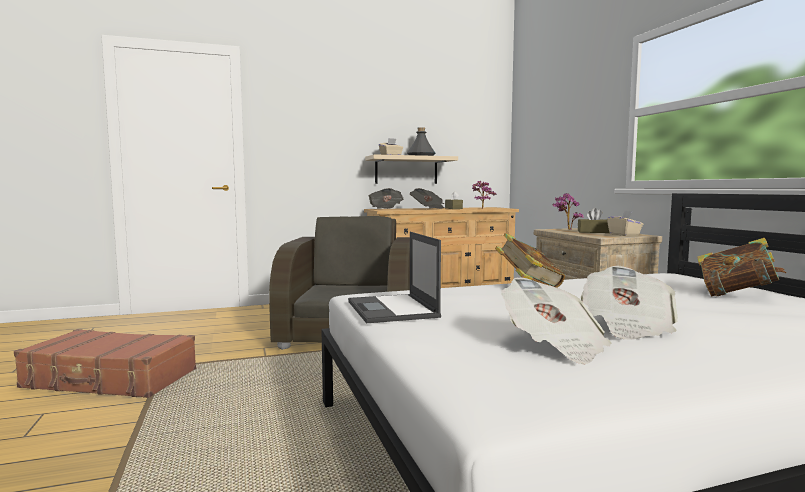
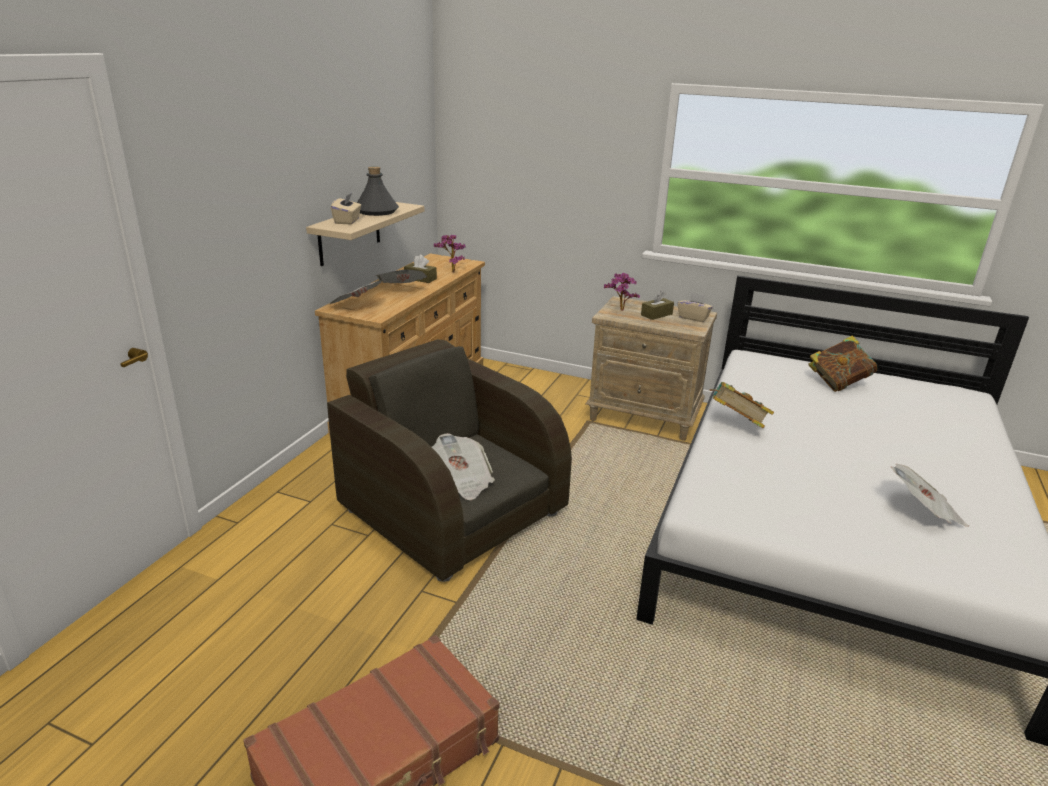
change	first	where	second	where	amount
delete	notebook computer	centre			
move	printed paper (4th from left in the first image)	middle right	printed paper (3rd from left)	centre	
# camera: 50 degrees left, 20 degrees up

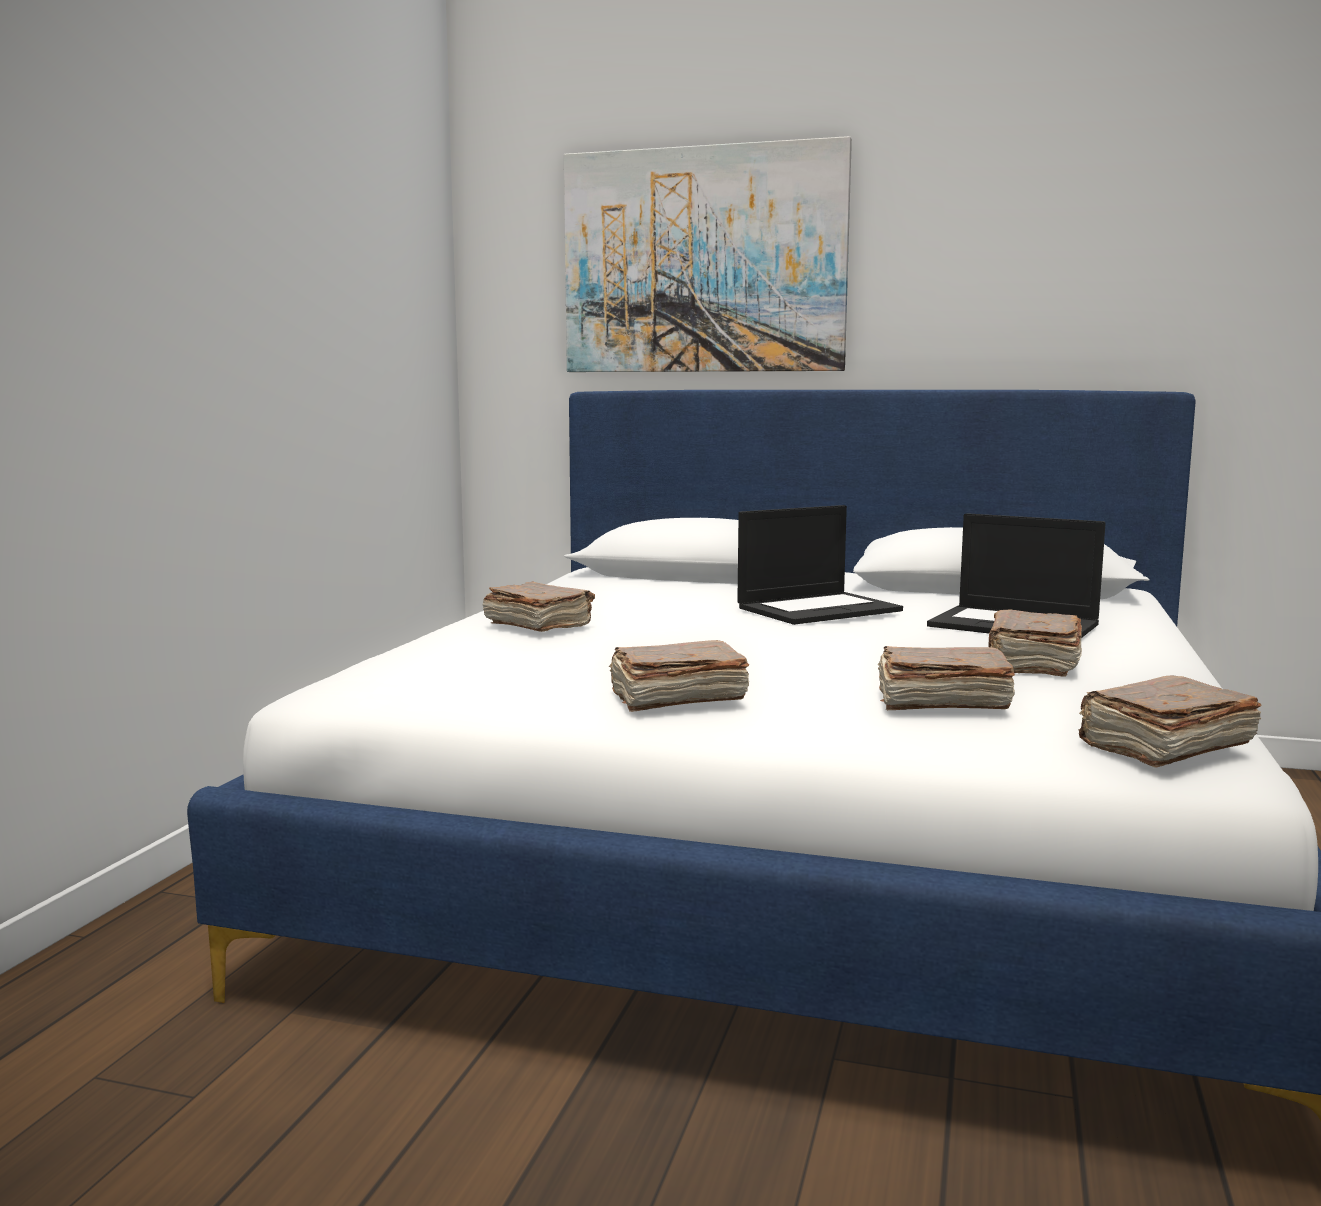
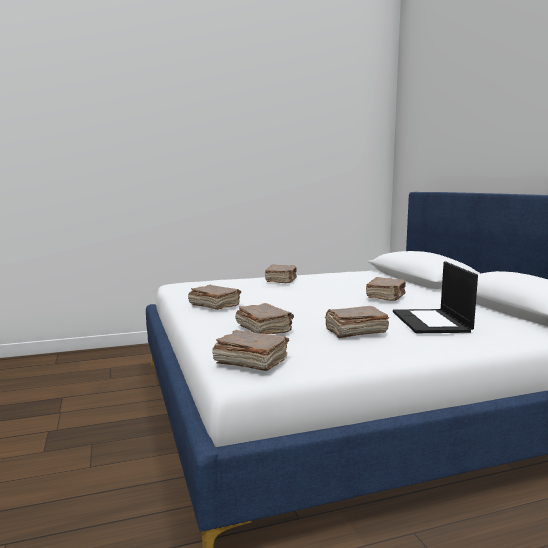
change	first	where	second	where	amount
delete	wall picture	top centre			
replace	notebook computer (1st from left)	centre	brown volume (6th from left)	middle right	
# camera: 55 degrees right, 0 degrees up

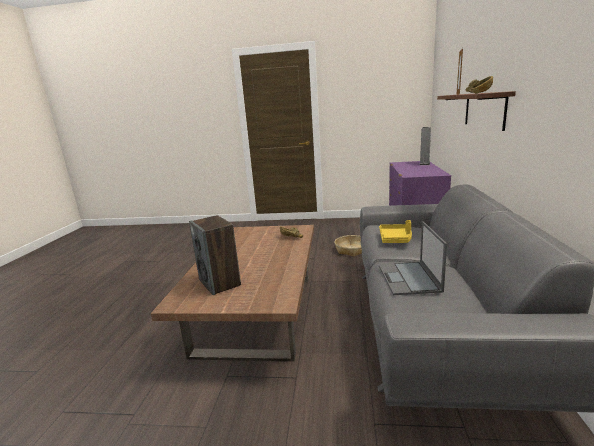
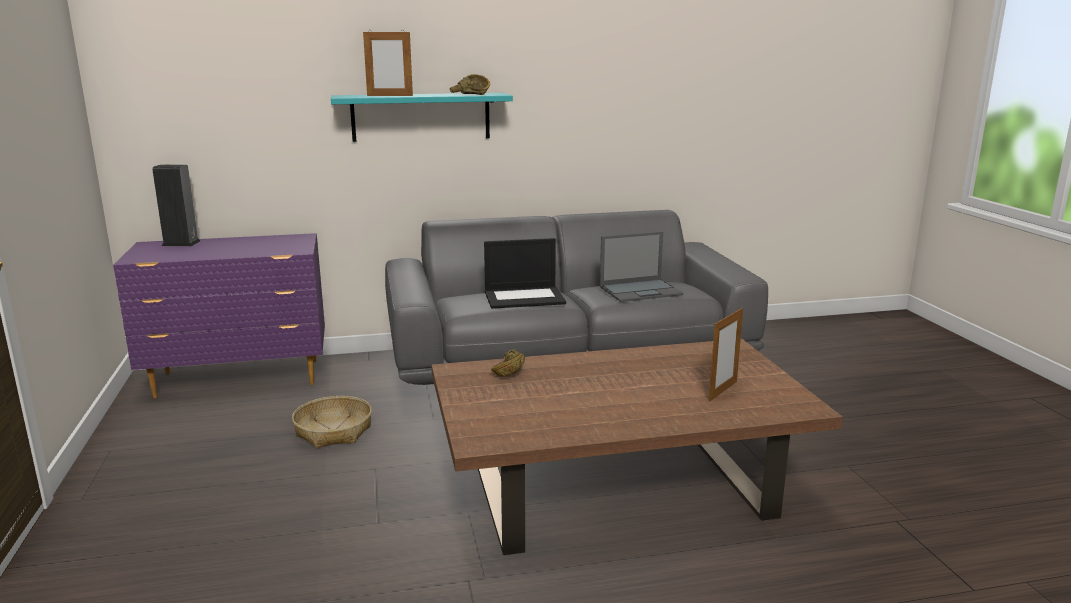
change	first	where	second	where	amount
replace	loudspeaker (1st from left)	centre	photo frame (2nd from left)	middle right	
replace	yellowish carrying tray	centre	notebook computer (1st from left)	centre	
recolor	brown shelf	top right	turquoise-coloured shelf	top centre	
# camera: 110 degrees left, 0 degrees up

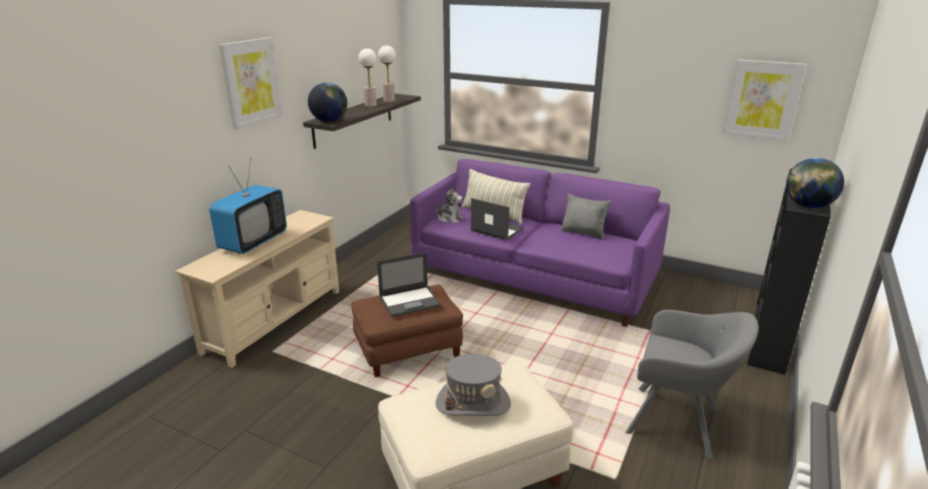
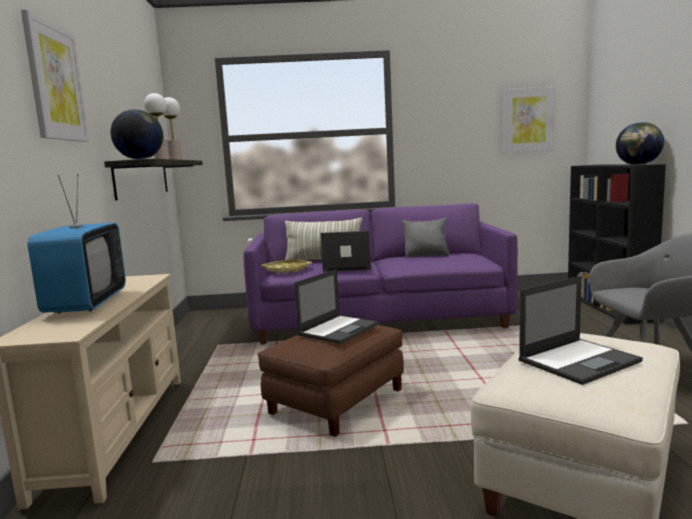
change	first	where	second	where	amount
replace	plush toy	centre	yellowish carrying tray	centre	
replace	grey wearable hat	bottom centre	notebook computer (3rd from left)	middle right	
# camera: 30 degrees left, 15 degrees down

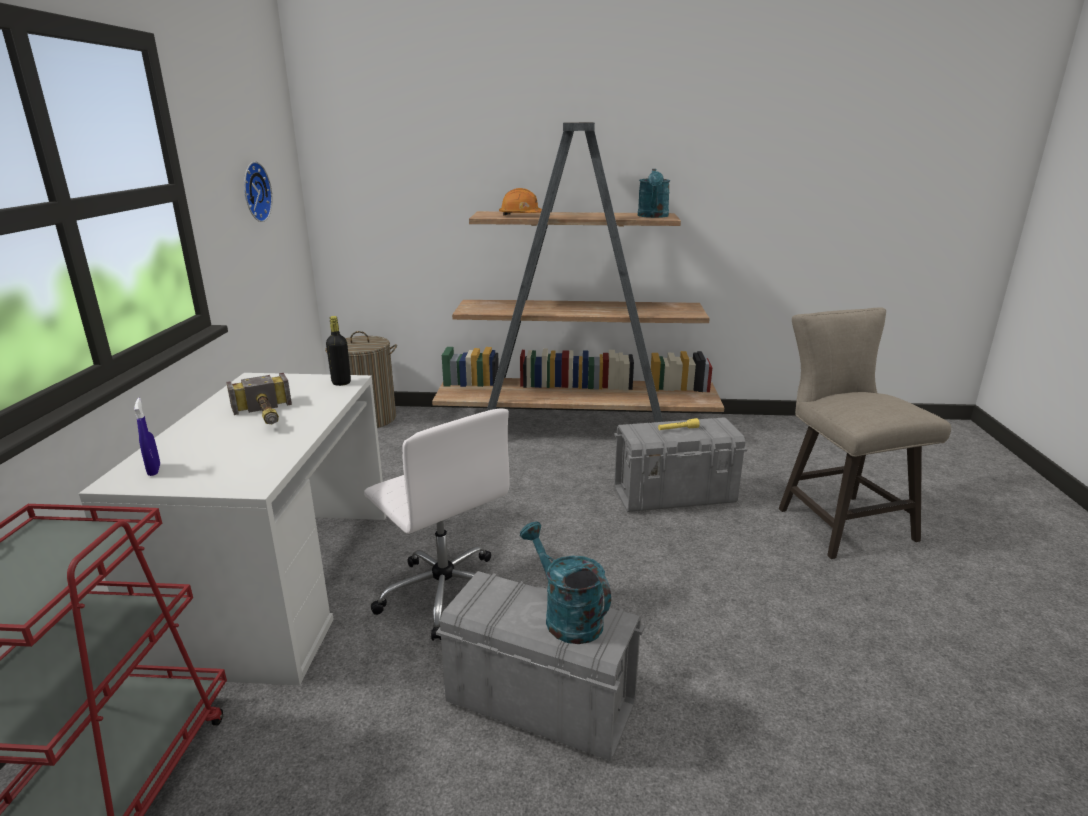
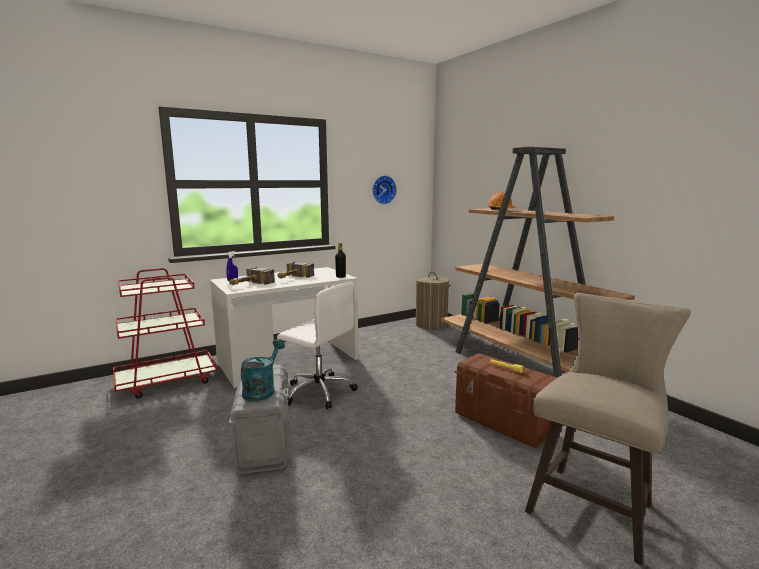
change	first	where	second	where	amount
delete	turquoise-coloured sprinkling can (2nd from left)	top centre			
insert			hammer (1st from left)	middle left	
recolor	grey storage bin (2nd from left)	centre	brown storage bin	bottom right	
rotate	white-coloured office chair	centre		centre	75 degrees counterclockwise
# camera: 55 degrees right, 10 degrees down

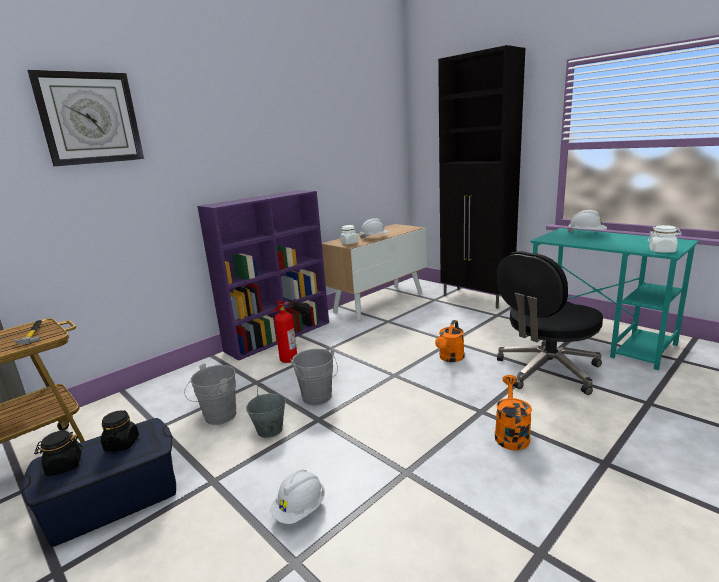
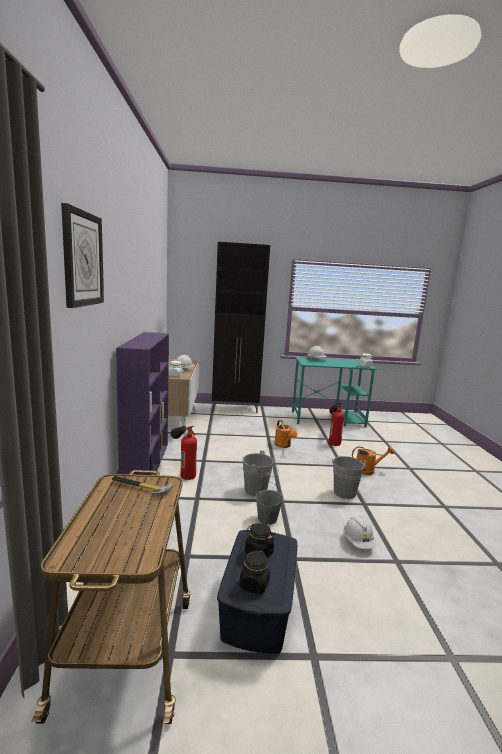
change	first	where	second	where	amount
move	grey water bucket (1st from left in the first image)	bottom left	grey water bucket (3rd from left)	middle right	
replace	black-coloured office chair	middle right	fire-fighting cylinder (2nd from left)	middle right	
rotate	orange-coloured sprinkling can (2nd from left)	bottom right		middle right	120 degrees clockwise
# camera: 50 degrees left, 5 degrees down

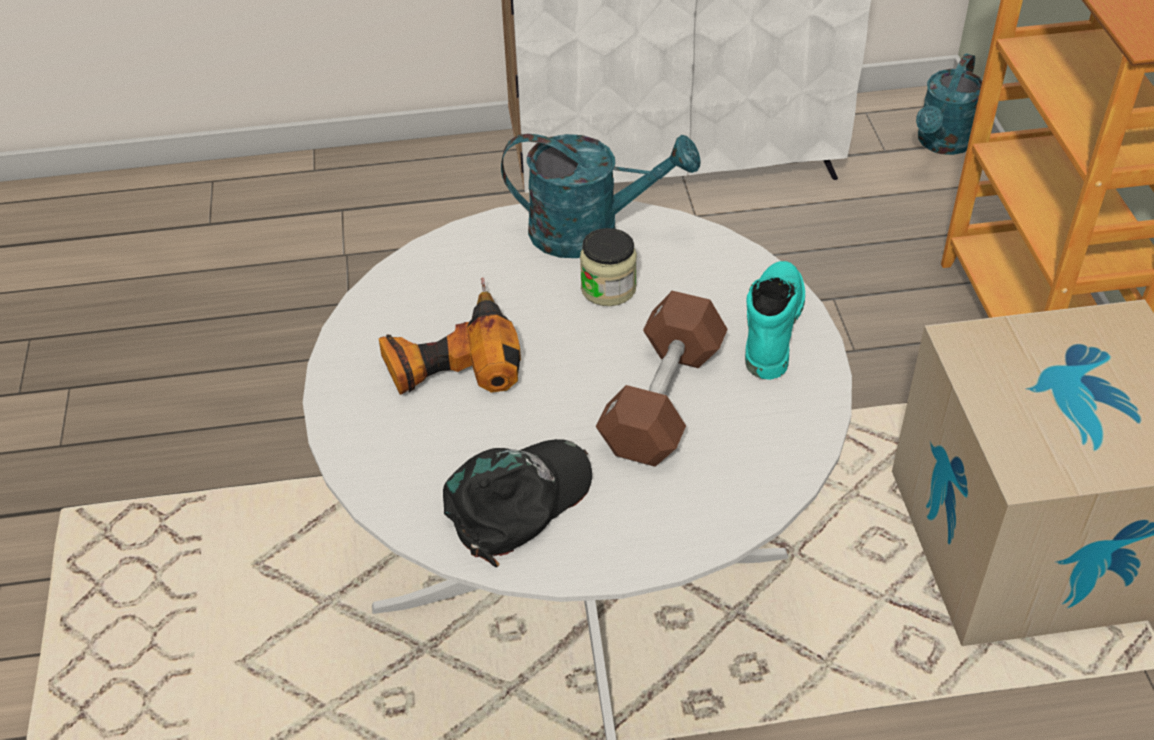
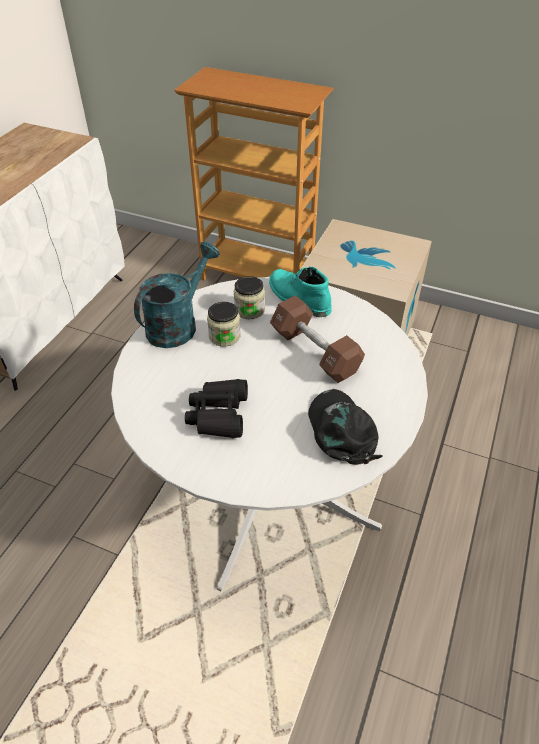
change	first	where	second	where	amount
delete	turquoise-coloured sprinkling can (2nd from left)	top right			
insert			storage jar (2nd from left)	centre	
replace	electric drill	centre	black-coloured binoculars	centre	
# camera: 60 degrees left, 0 degrees up

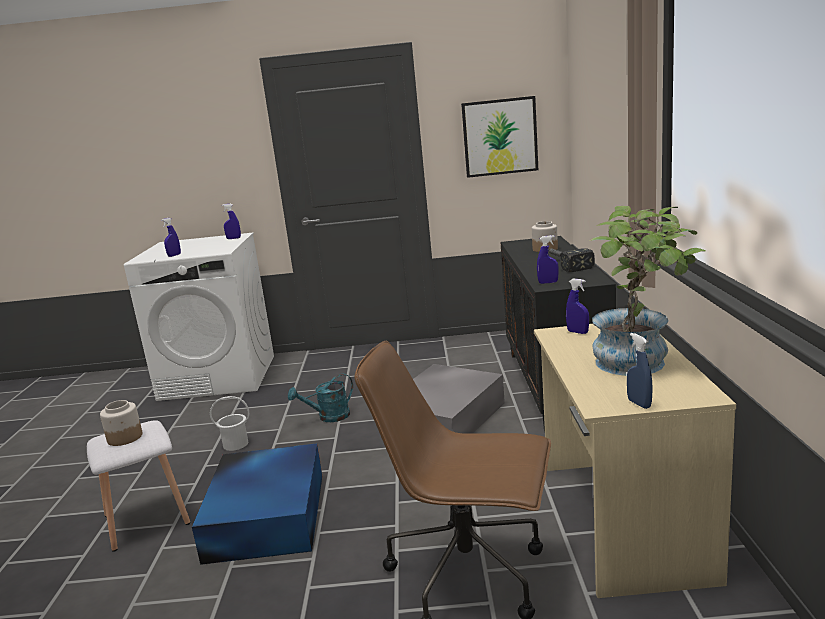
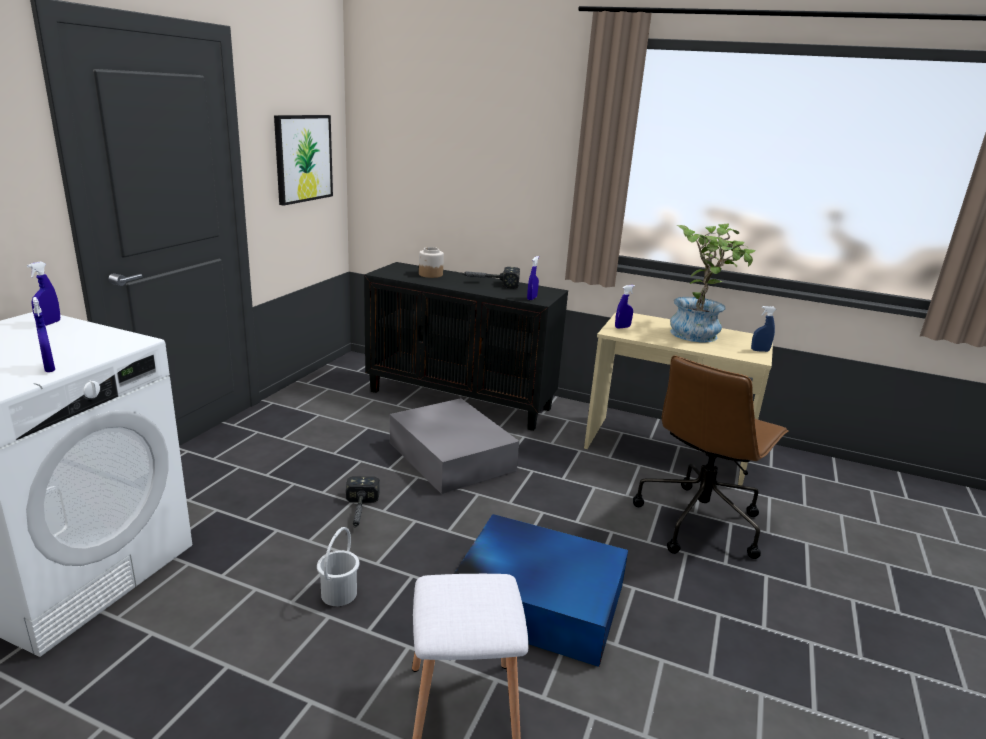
change	first	where	second	where	amount
delete	storage jar (1st from left)	bottom left			
replace	turquoise-coloured sprinkling can	centre	hammer (1st from left)	bottom centre	
# camera: 70 degrees left, 5 degrees up

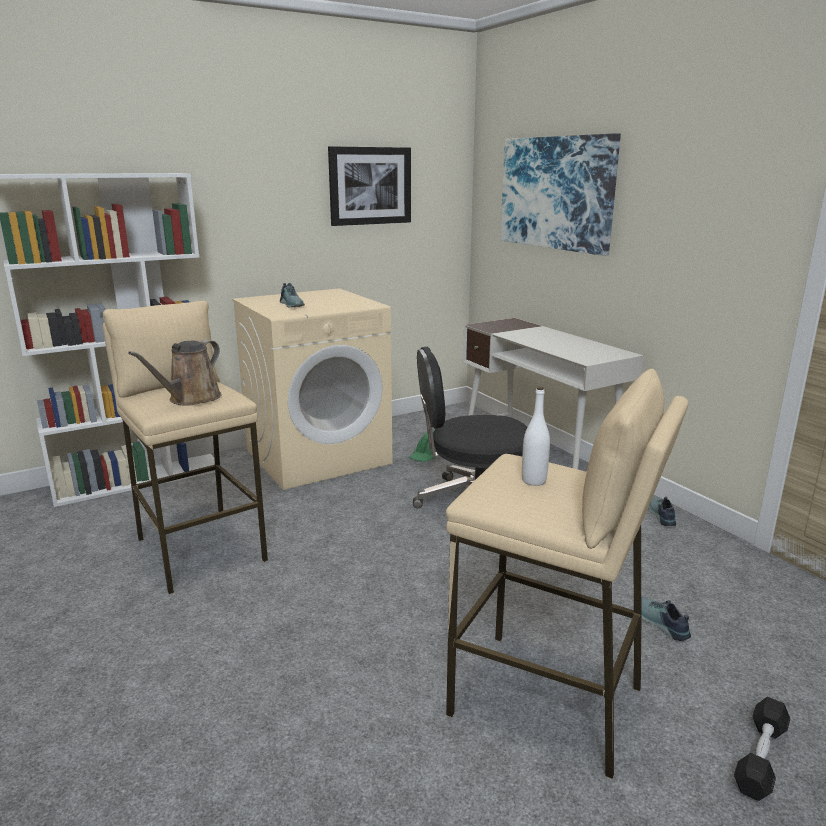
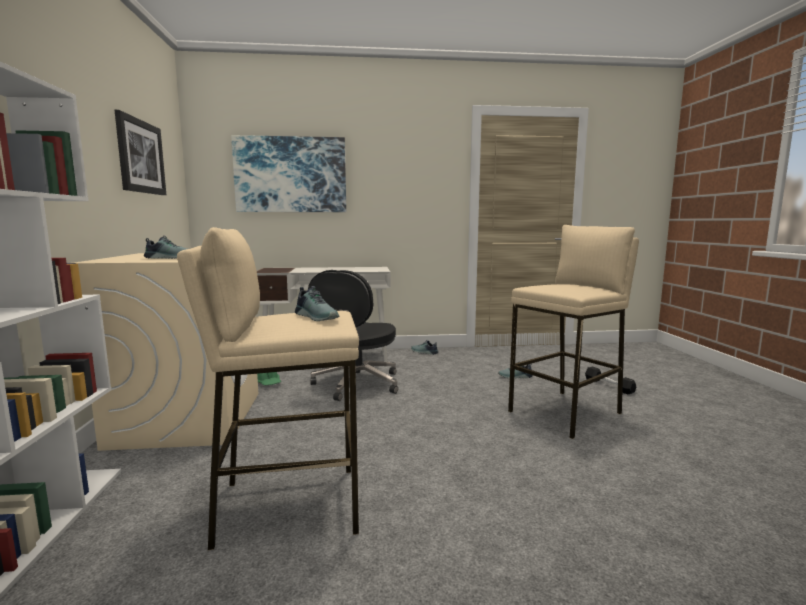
change	first	where	second	where	amount
delete	white-coloured bottle	centre			
replace	brown sprinkling can	middle left	shoe (2nd from left)	centre	
# camera: 65 degrees left, 10 degrees down

